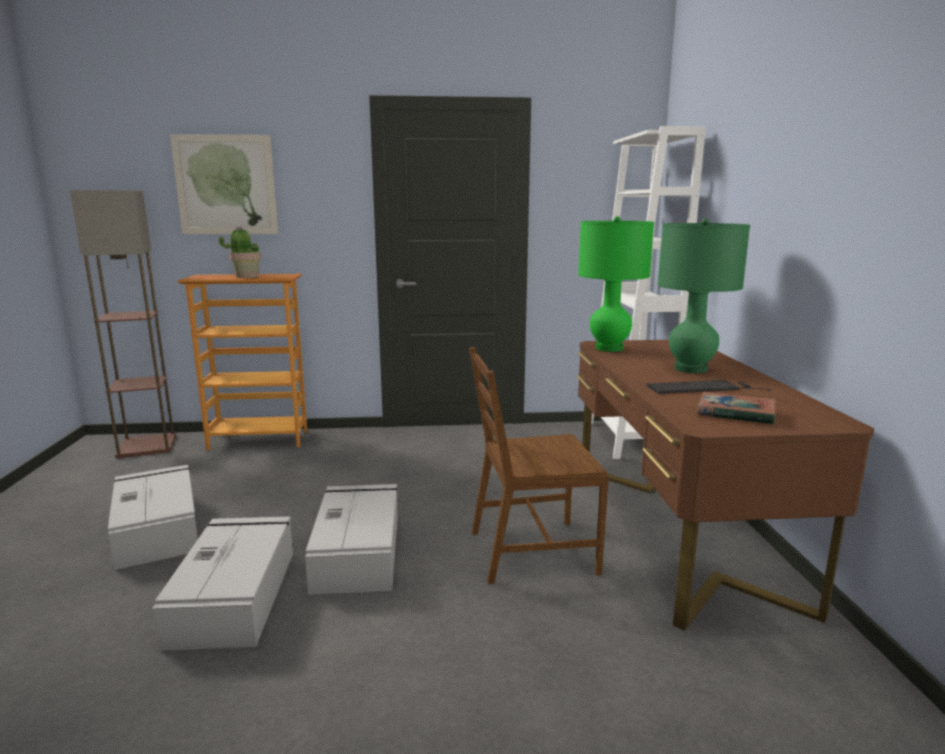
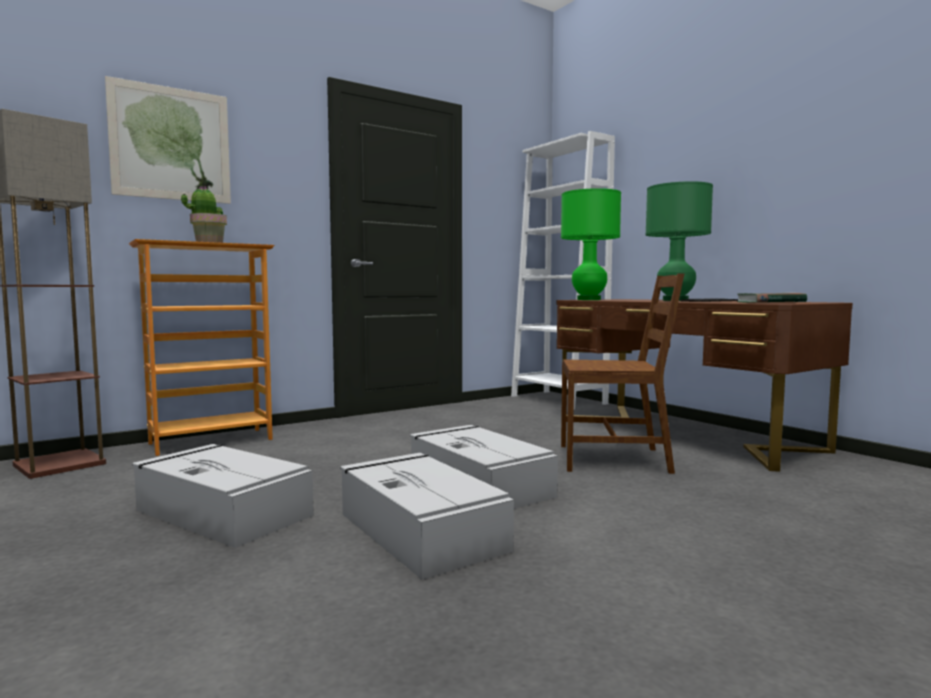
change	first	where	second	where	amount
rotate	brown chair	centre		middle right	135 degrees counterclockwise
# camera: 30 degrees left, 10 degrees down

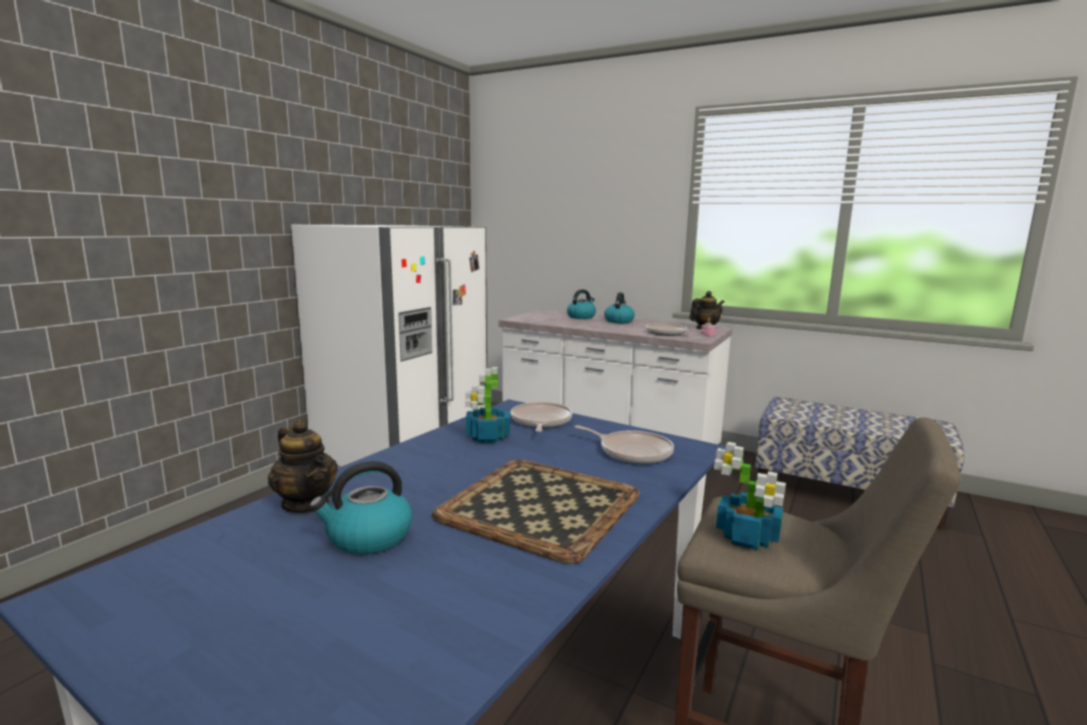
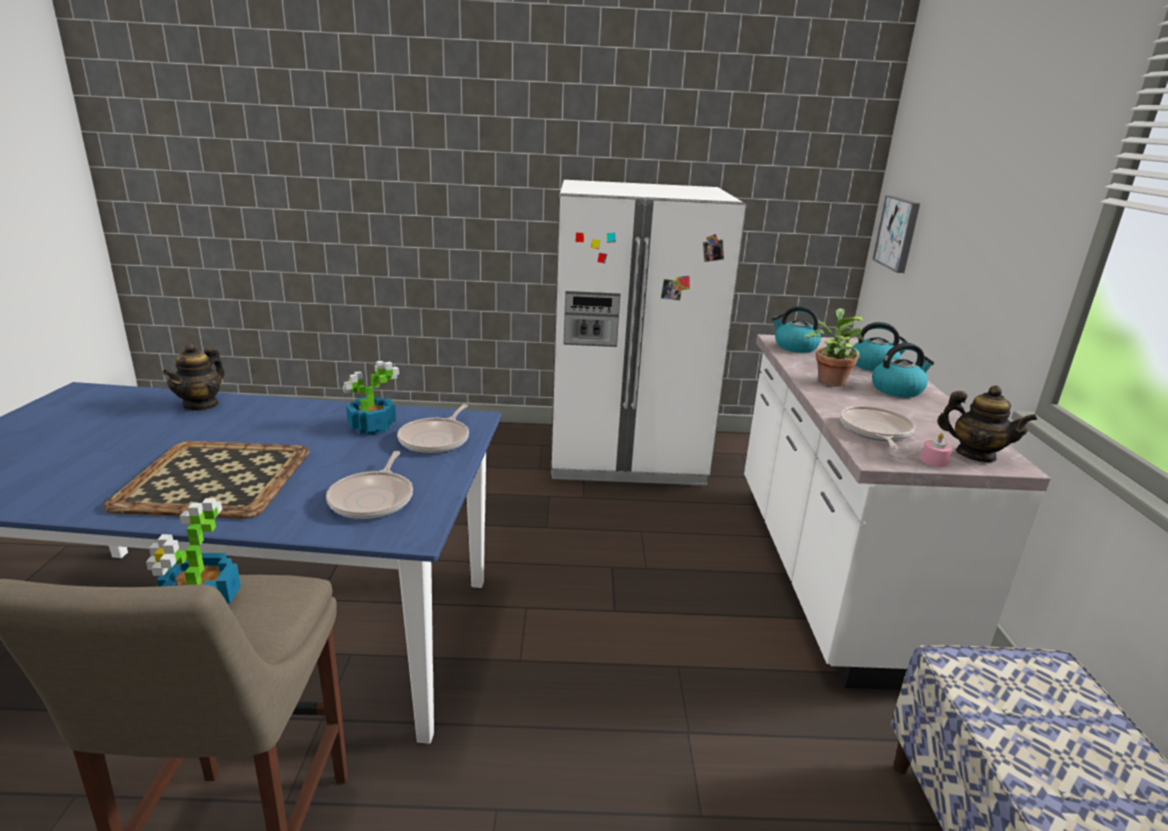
change	first	where	second	where	amount
insert			potted plant (3rd from left)	middle right	
insert			wall picture	top right	
move	water kettle (1st from left)	bottom left		middle right	
rotate	frying pan (1st from left in the first image)	centre	frying pan (2nd from left)	centre	135 degrees clockwise
# camera: 60 degrees right, 10 degrees up

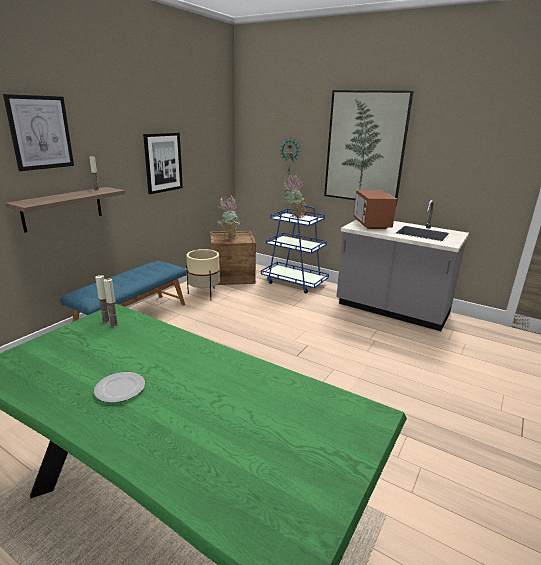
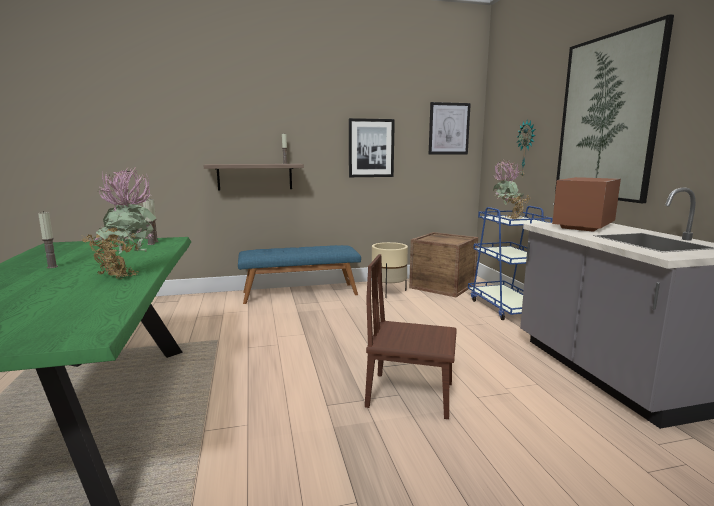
change	first	where	second	where	amount
insert			brown chair	centre	
move	wall picture (1st from left in the first image)	top left	wall picture (2nd from left)	top centre	
move	potted plant (1st from left)	centre		middle left	
replace	plate	bottom left	wax candle (1st from left)	middle left	
# camera: 45 degrees right, 10 degrees down

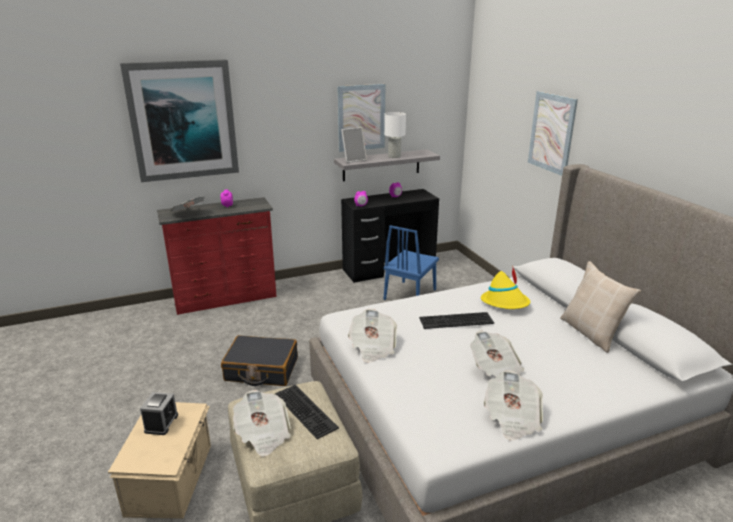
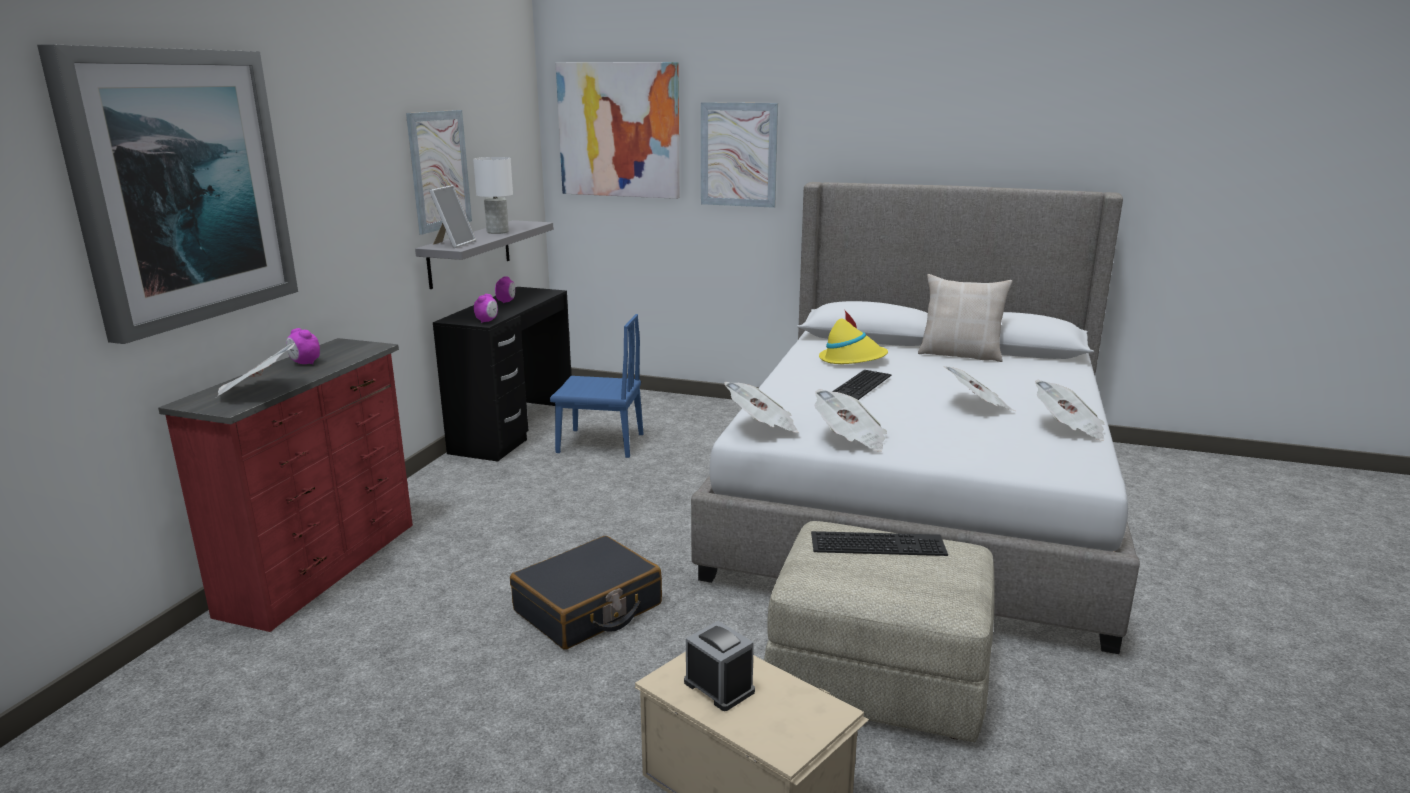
change	first	where	second	where	amount
insert			wall picture (3rd from left)	top centre	
move	printed paper (2nd from left)	bottom centre		centre	
rotate	blue-coloured chair	centre		centre	60 degrees counterclockwise
# camera: 50 degrees left, 5 degrees down

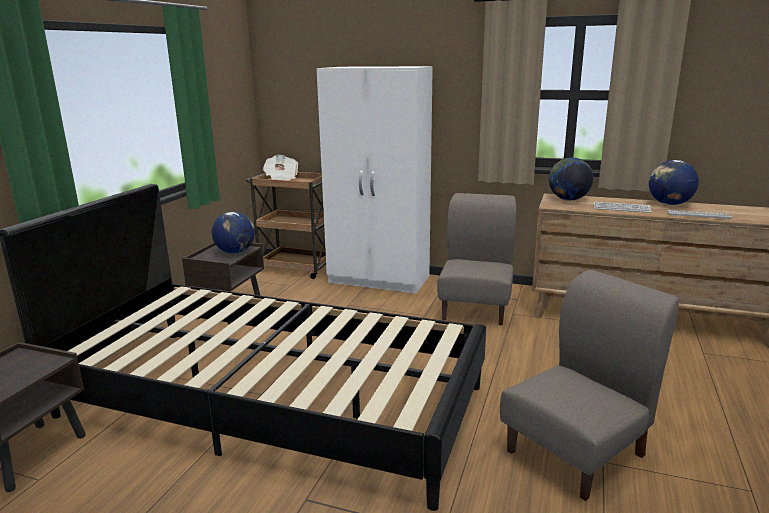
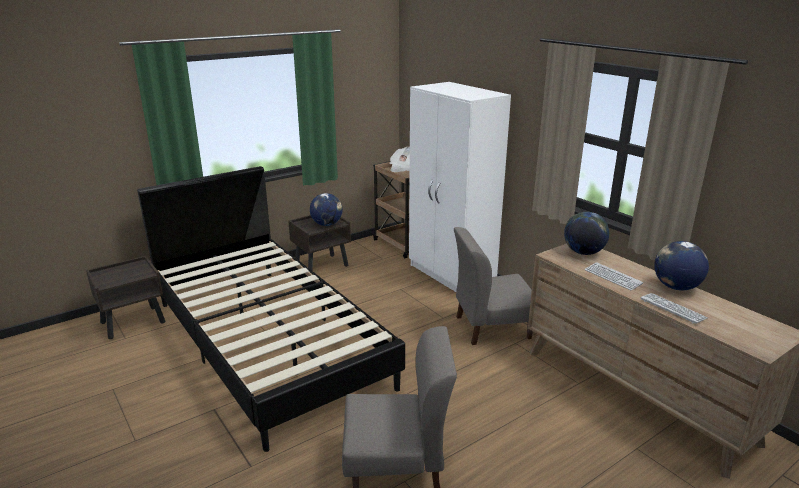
change	first	where	second	where	amount
rotate	grey chair (1st from left in the first image)	centre	grey chair (2nd from left)	centre	150 degrees counterclockwise
# camera: 35 degrees right, 5 degrees up

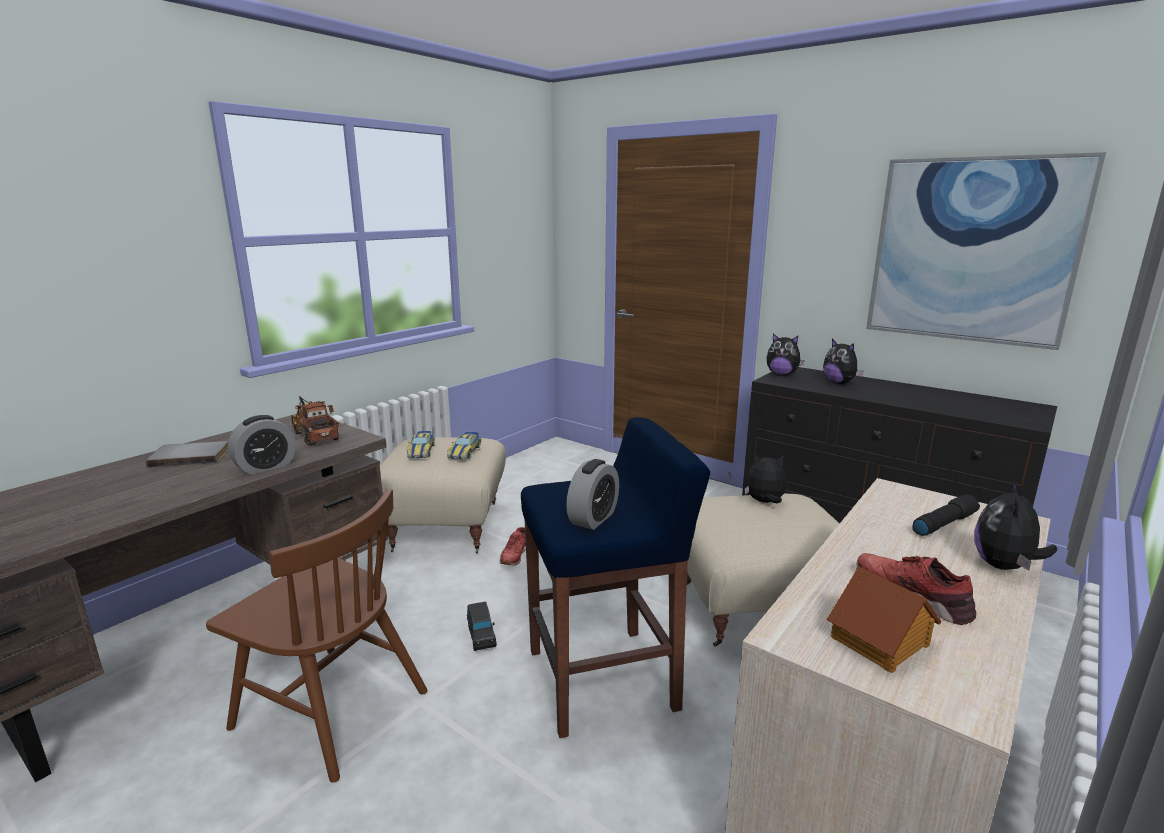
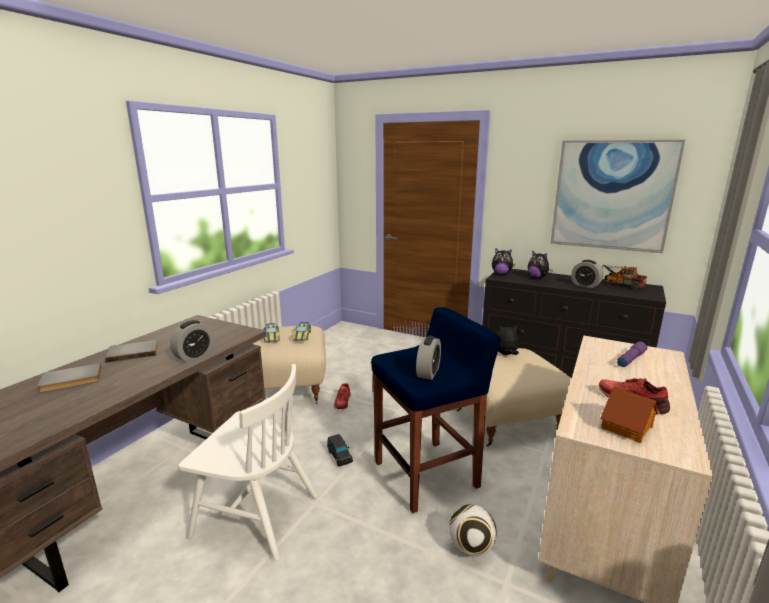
change	first	where	second	where	amount
delete	plush toy (4th from left)	middle right			
insert			grey volume (1st from left)	middle left	
insert			football	bottom centre	
insert			table clock (3rd from left)	middle right	
move	toy lorry	middle left		middle right	
recolor	brown chair	bottom left	white-coloured chair	bottom left	
recolor	black-coloured hand torch	middle right	purple-coloured hand torch	middle right	
# camera: 10 degrees left, 0 degrees up

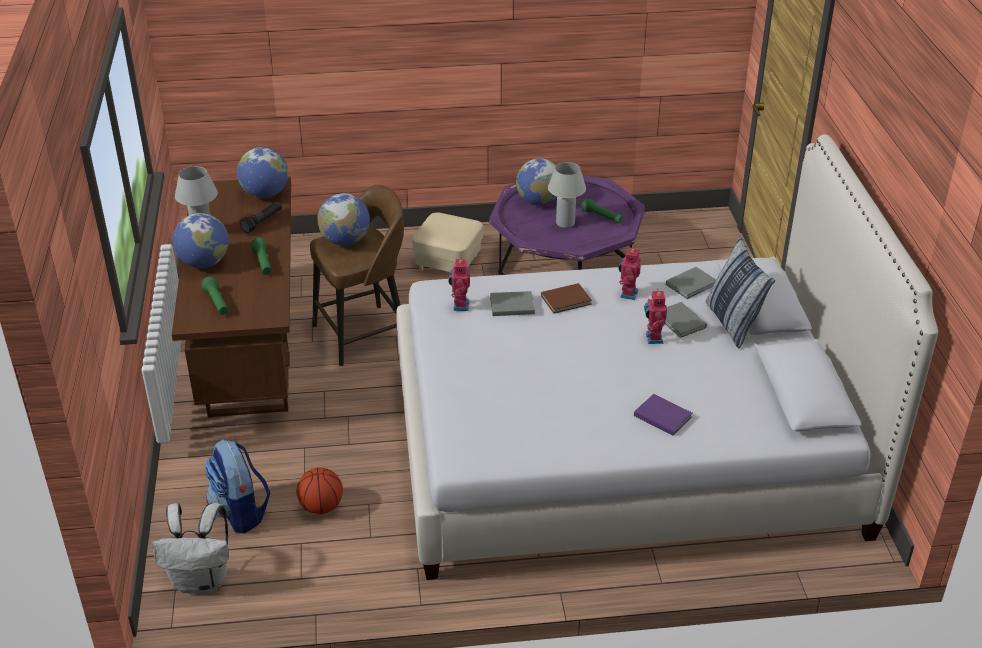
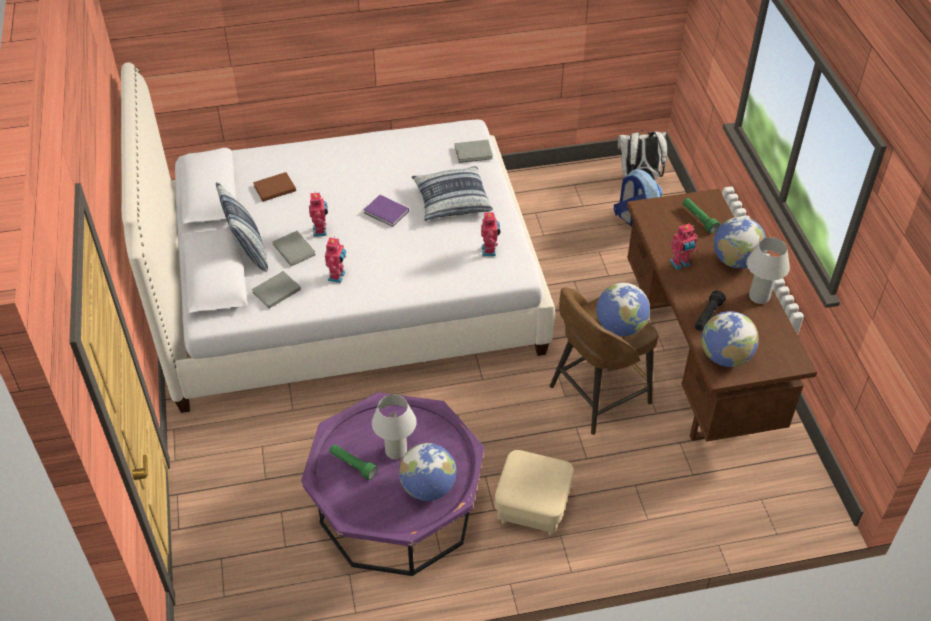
change	first	where	second	where	amount
delete	basketball	bottom left			
insert			pillow (2nd from left)	top centre	
move	grey volume (1st from left in the first image)	centre	grey volume (3rd from left)	top centre	
move	brown volume	centre		top left	
move	purple-coloured volume	middle right		centre	
replace	greenish hand torch (2nd from left)	middle left	robot figure (4th from left)	middle right	
# camera: 175 degrees right, 10 degrees up

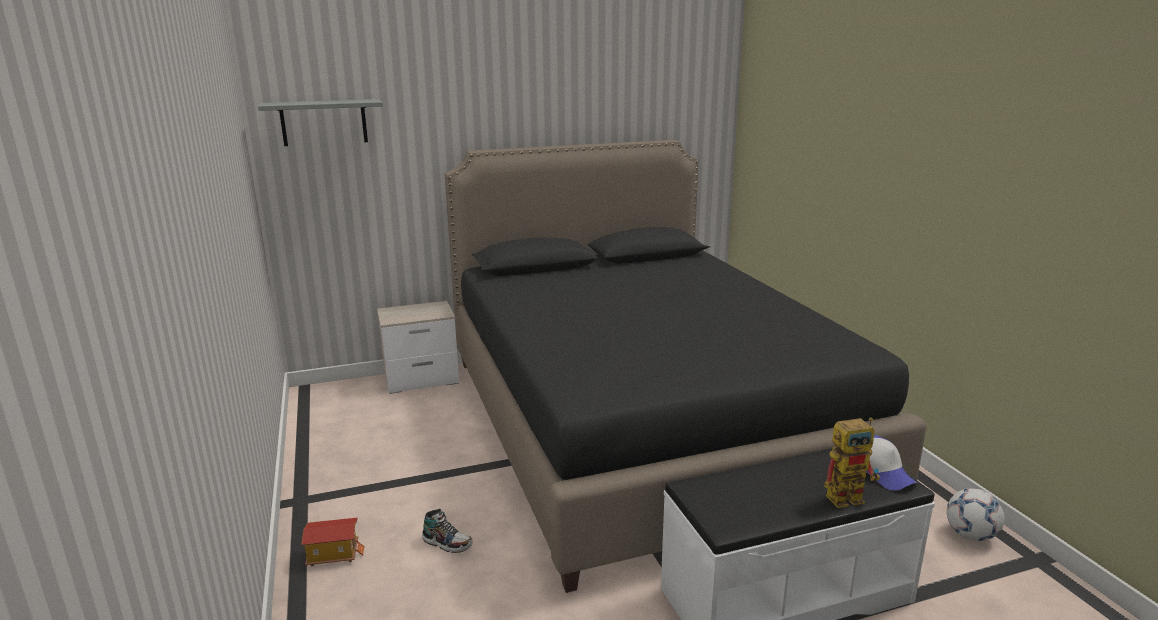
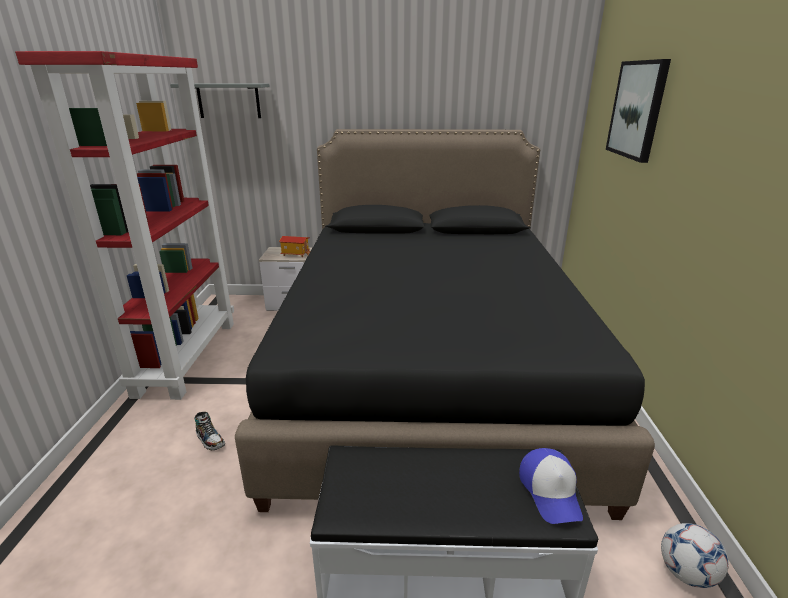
change	first	where	second	where	amount
delete	robot figure	bottom right			
insert			red shelving unit	middle left	
insert			wall picture	top right	
move	toy house	bottom left		centre	
# camera: 20 degrees right, 5 degrees up

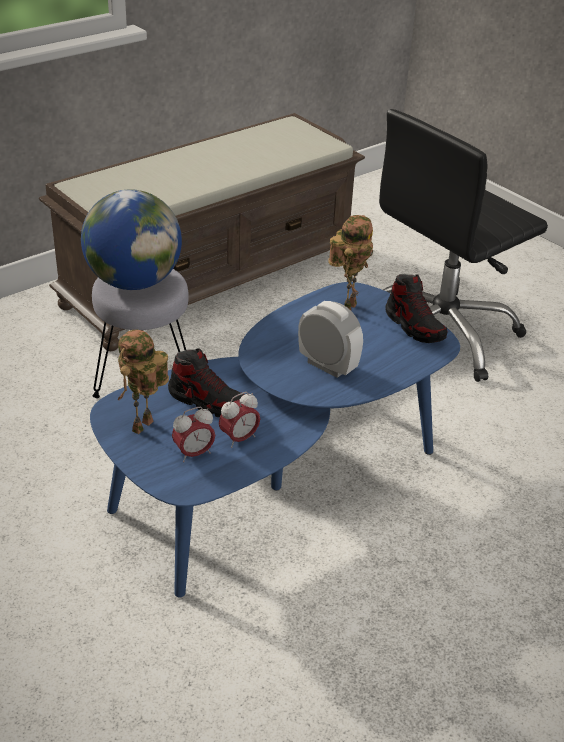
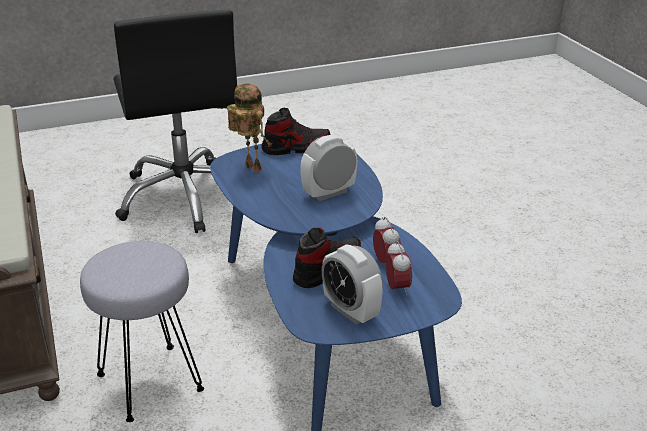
change	first	where	second	where	amount
delete	world globe	top left			
replace	robot figure (1st from left)	middle left	table clock (2nd from left)	centre	
# camera: 70 degrees left, 5 degrees down

